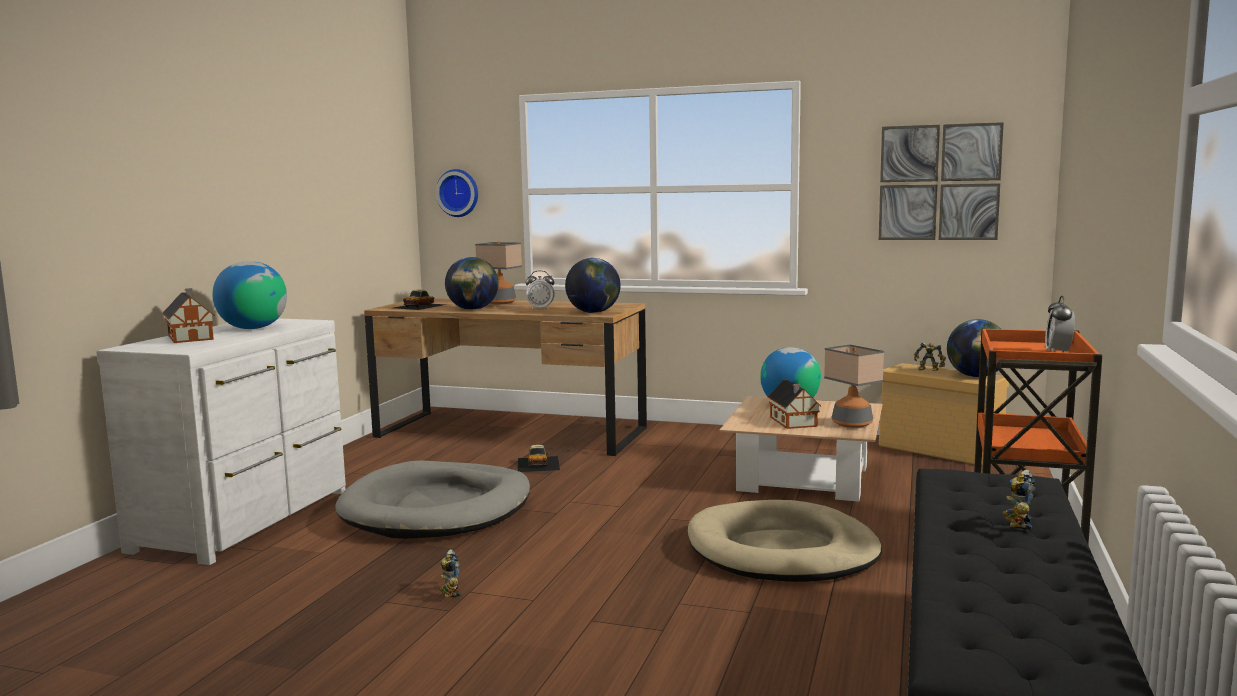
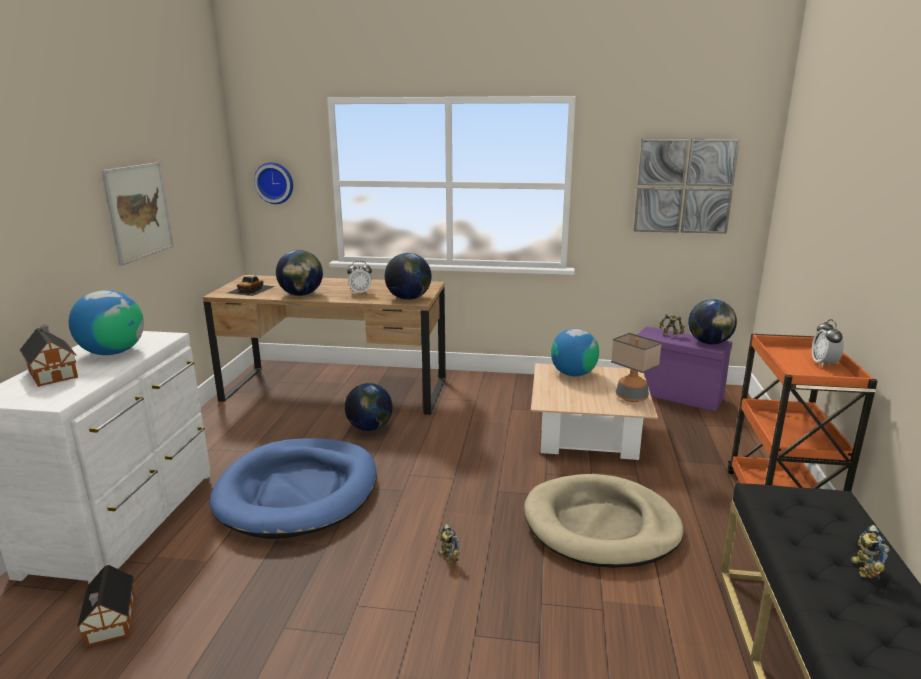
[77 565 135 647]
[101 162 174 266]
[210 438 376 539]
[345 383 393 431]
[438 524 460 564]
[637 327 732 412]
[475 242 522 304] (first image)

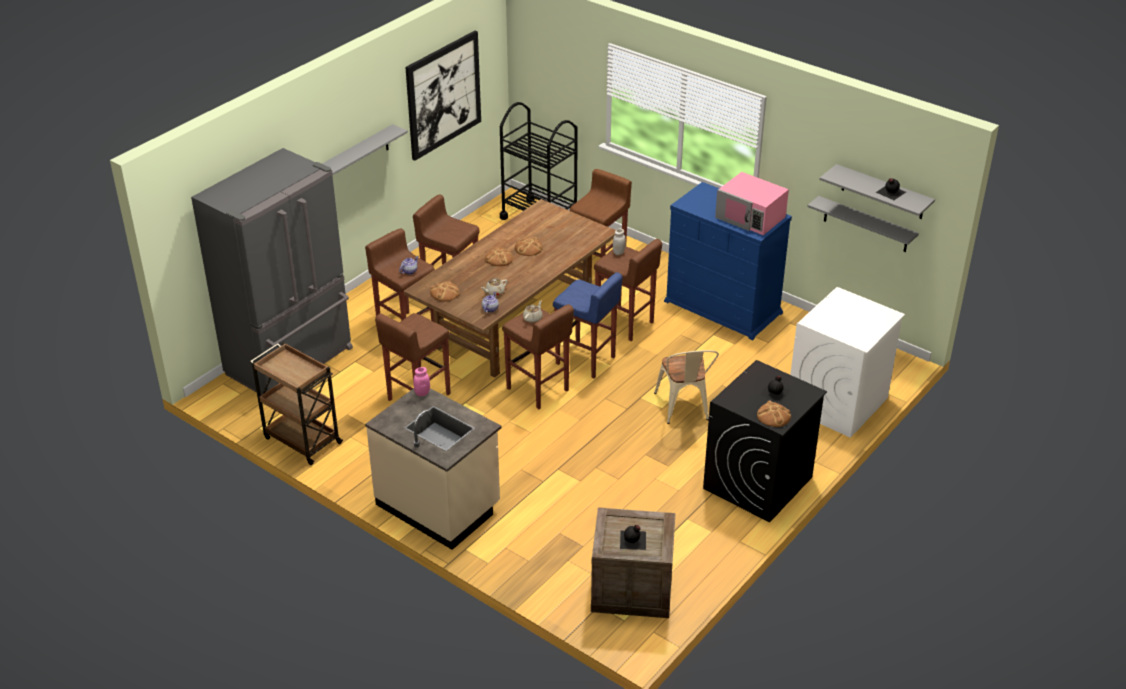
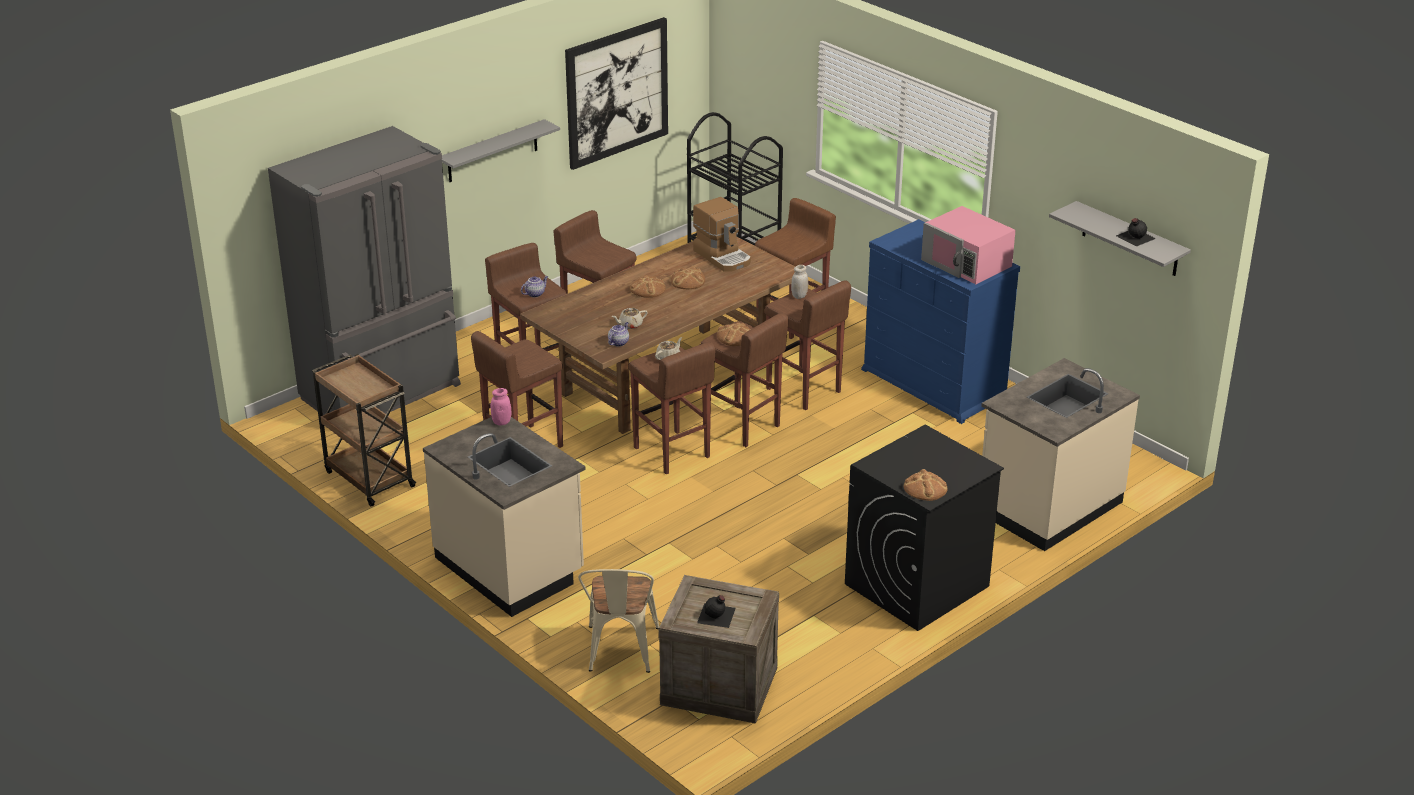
[578 569 659 673]
[693 197 751 272]
[700 313 788 447]
[717 322 751 346]
[981 358 1140 551]
[760 376 791 403] (first image)
[807 196 919 252] (first image)

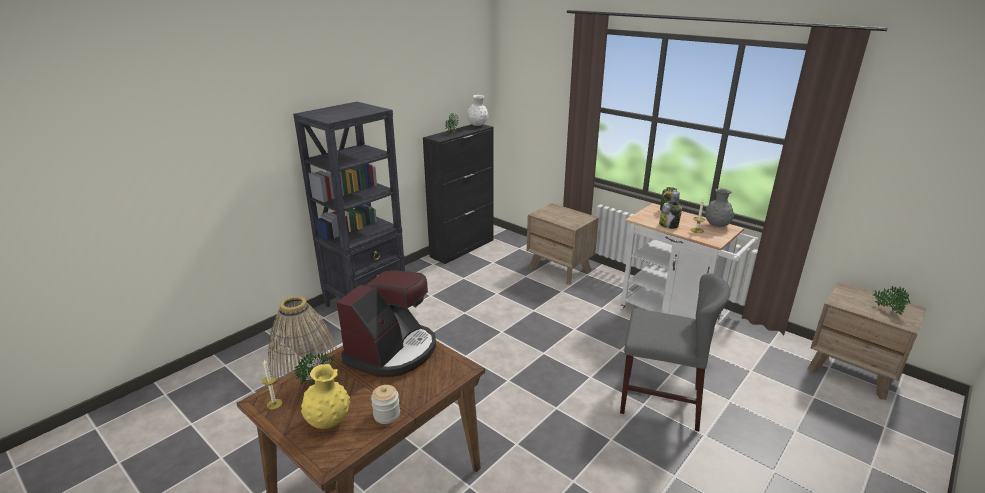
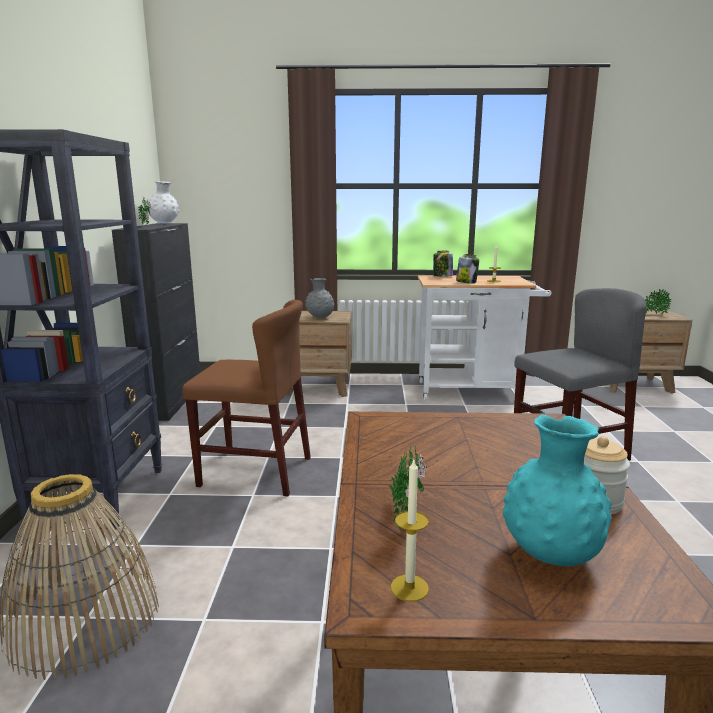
[182 300 311 497]
[305 278 334 318]
[503 415 612 566]
[336 270 436 377] (first image)

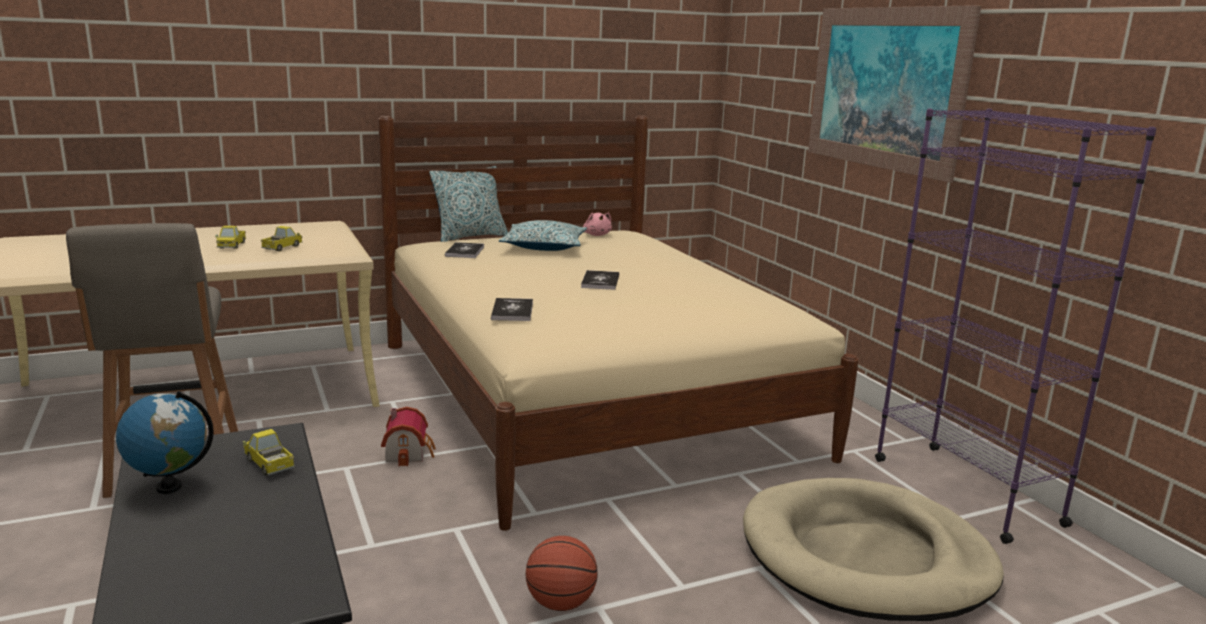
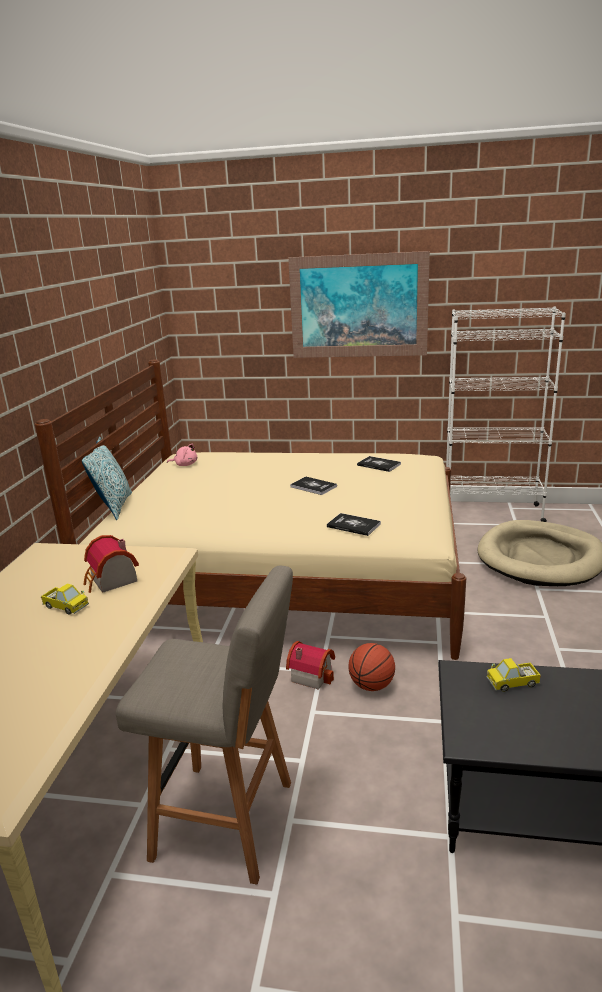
[84 535 139 593]
[348 643 395 691]
[357 456 401 472]
[446 307 566 522]
[116 391 214 494] (first image)
[499 220 587 251] (first image)

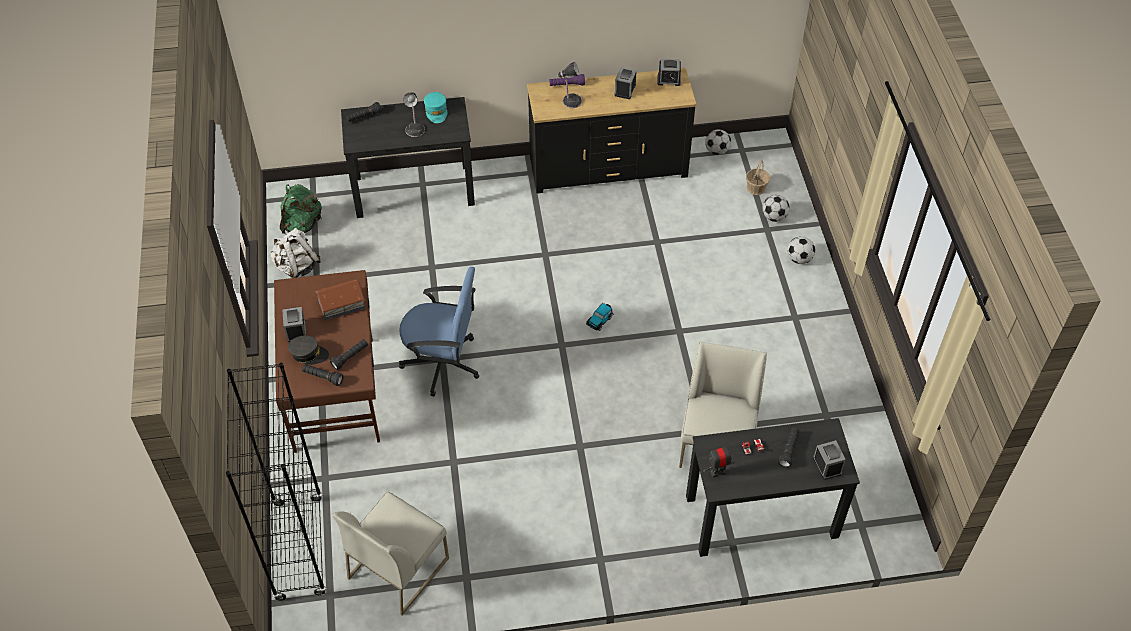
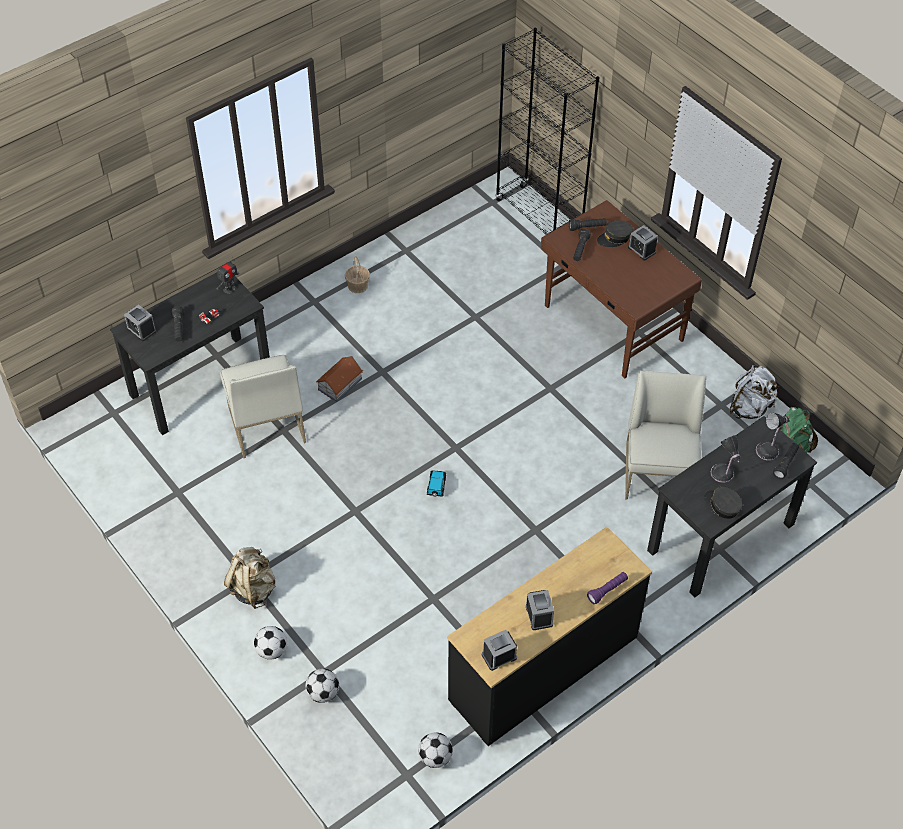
[224 547 275 609]
[316 356 363 402]
[345 256 370 293]
[625 371 706 500]
[704 487 742 519]
[756 413 789 461]
[399 267 479 397] (first image)

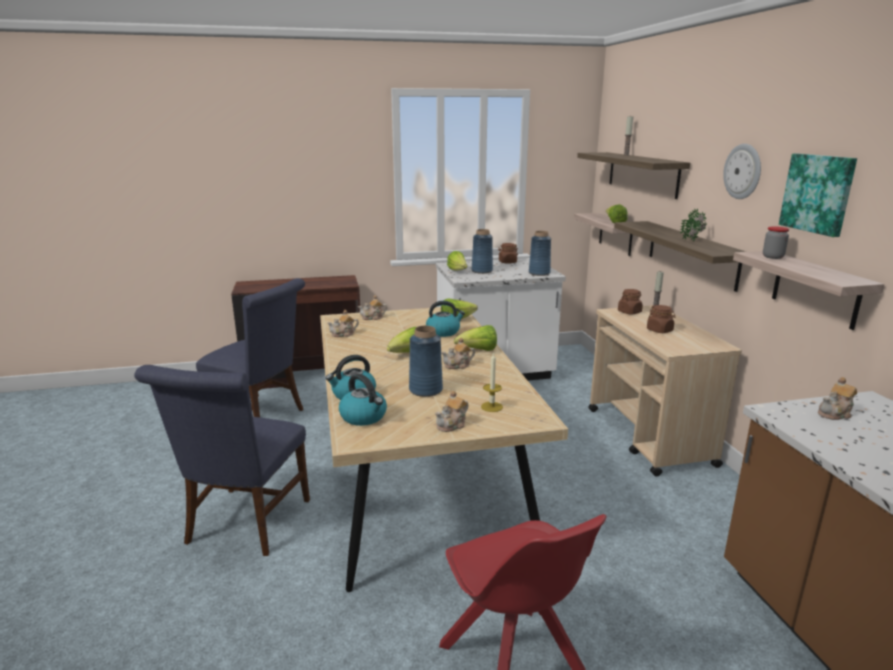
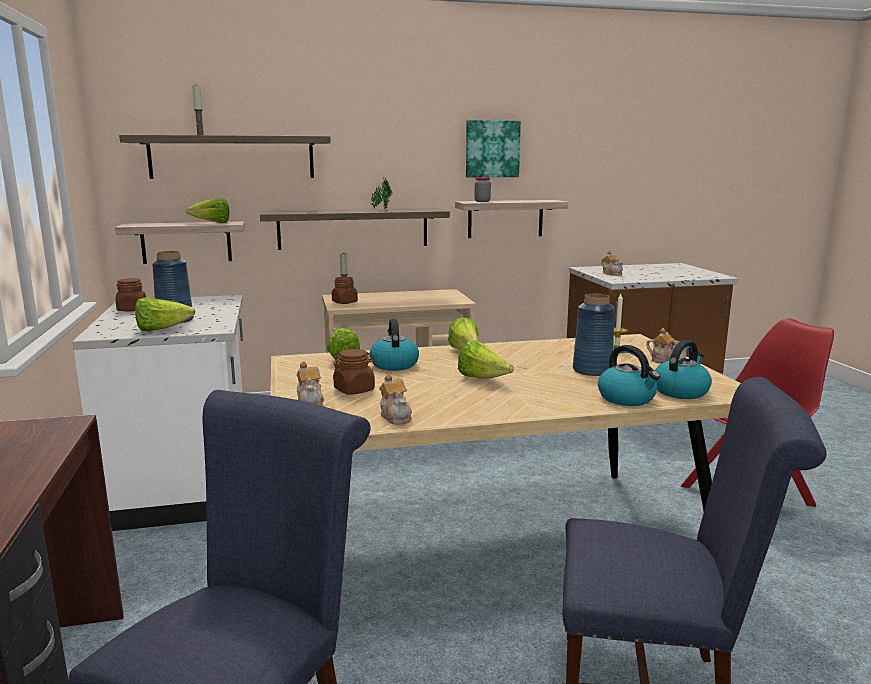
[333 349 375 395]
[441 338 475 369] (first image)
[529 231 551 276] (first image)
[723 144 761 199] (first image)

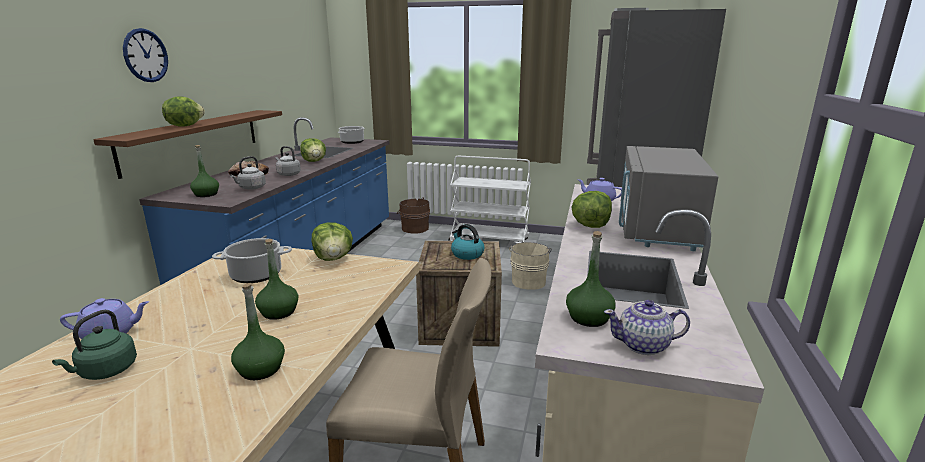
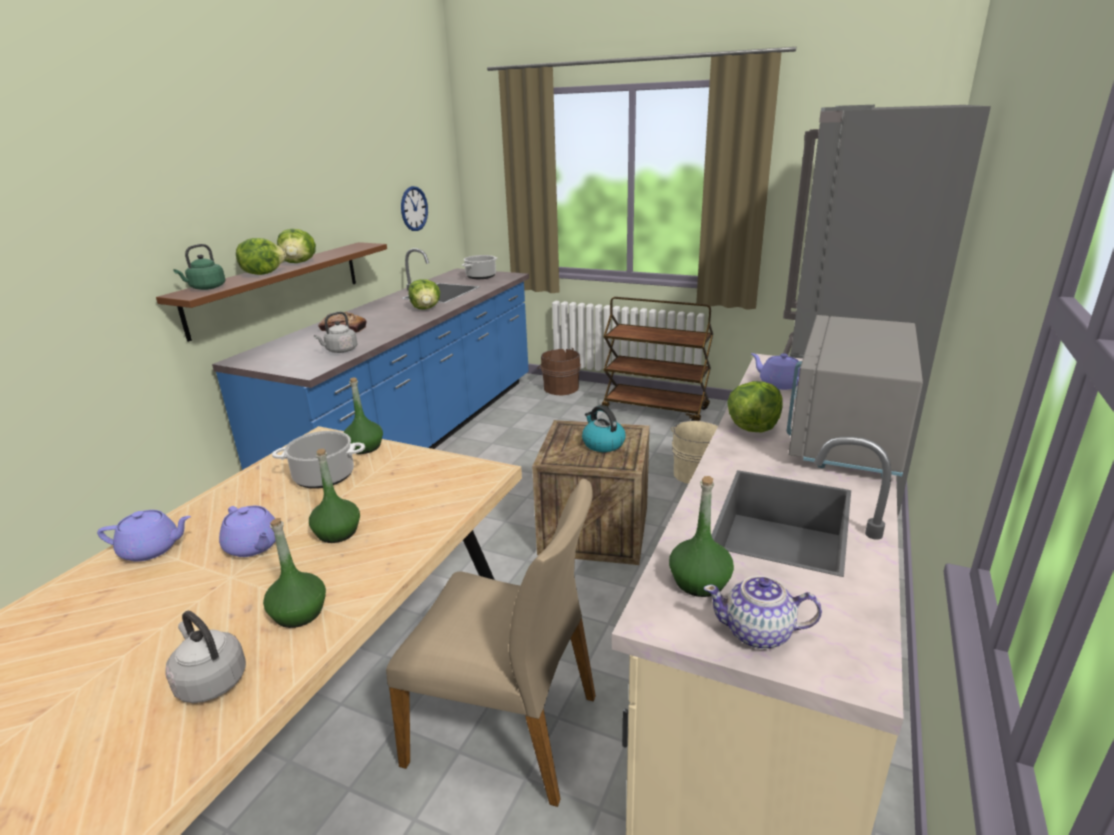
[165 611 246 703]
[174 244 226 290]
[219 506 276 557]
[277 229 316 263]
[344 377 383 454]
[401 186 428 231]
[602 297 713 421]

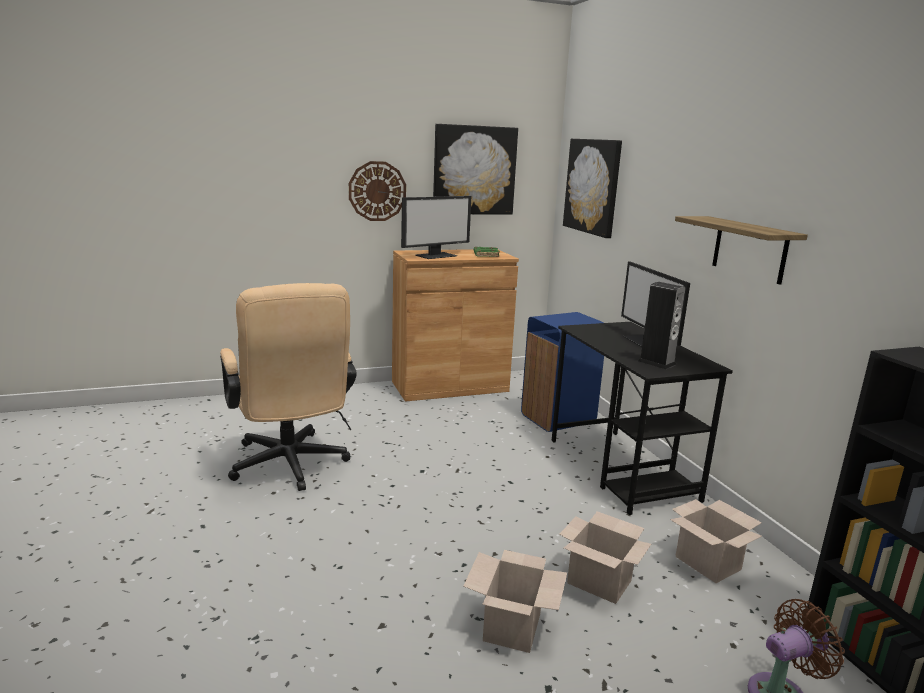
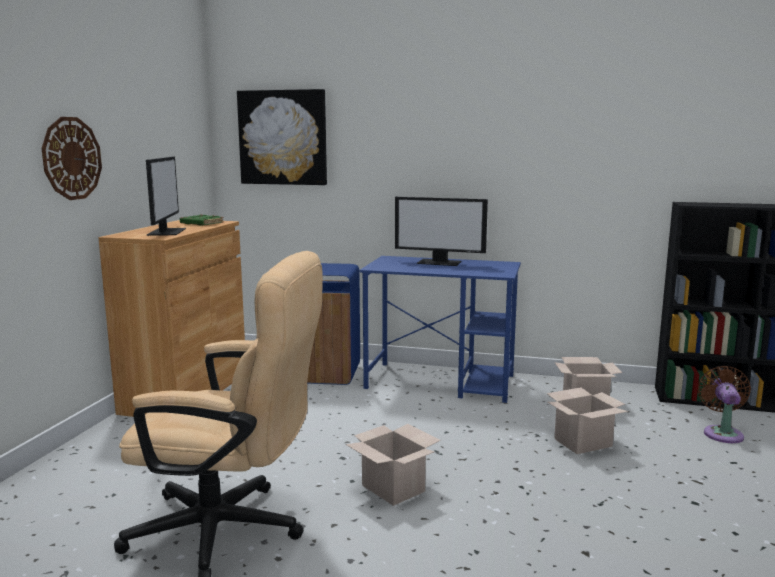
[346 424 441 506]
[359 256 521 403]
[433 124 518 215] (first image)
[638 282 685 369] (first image)
[675 216 808 285] (first image)

